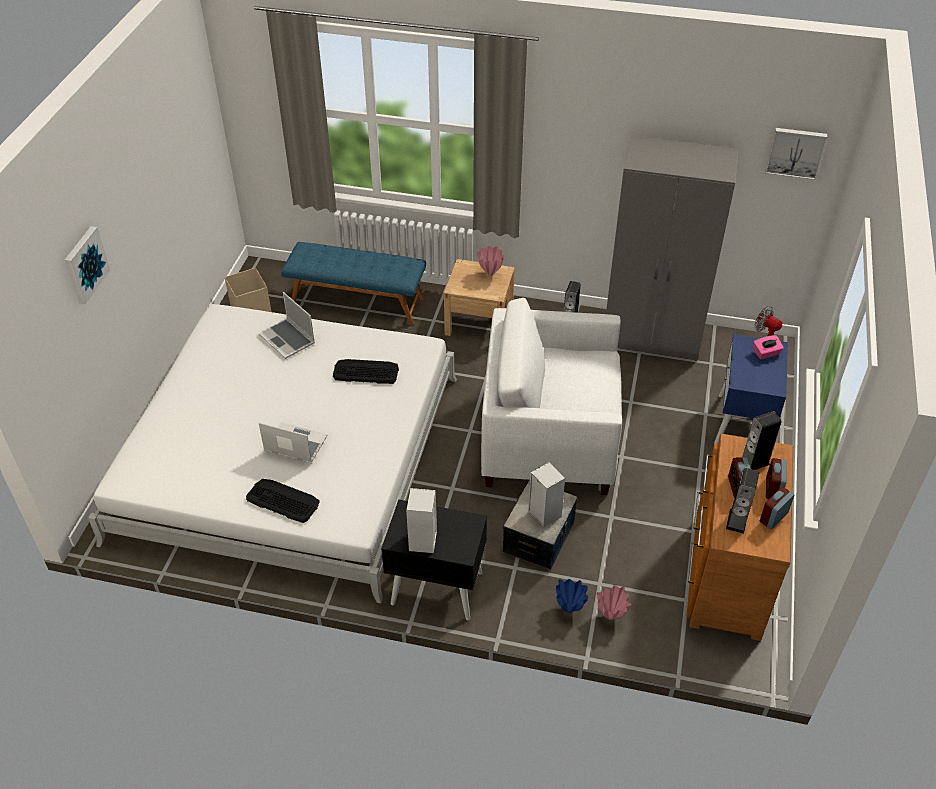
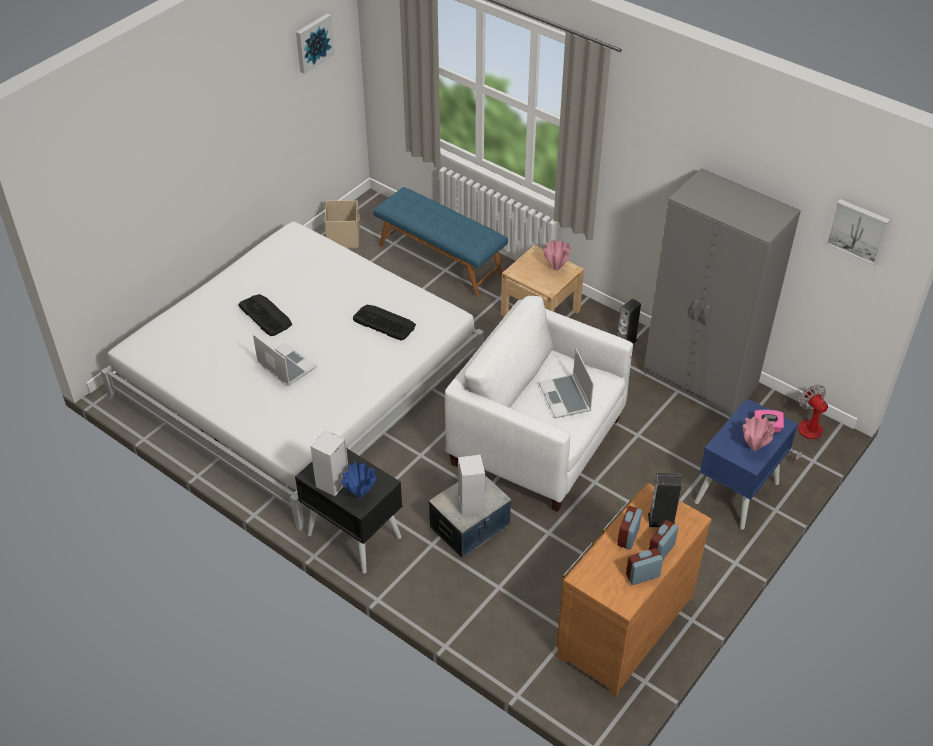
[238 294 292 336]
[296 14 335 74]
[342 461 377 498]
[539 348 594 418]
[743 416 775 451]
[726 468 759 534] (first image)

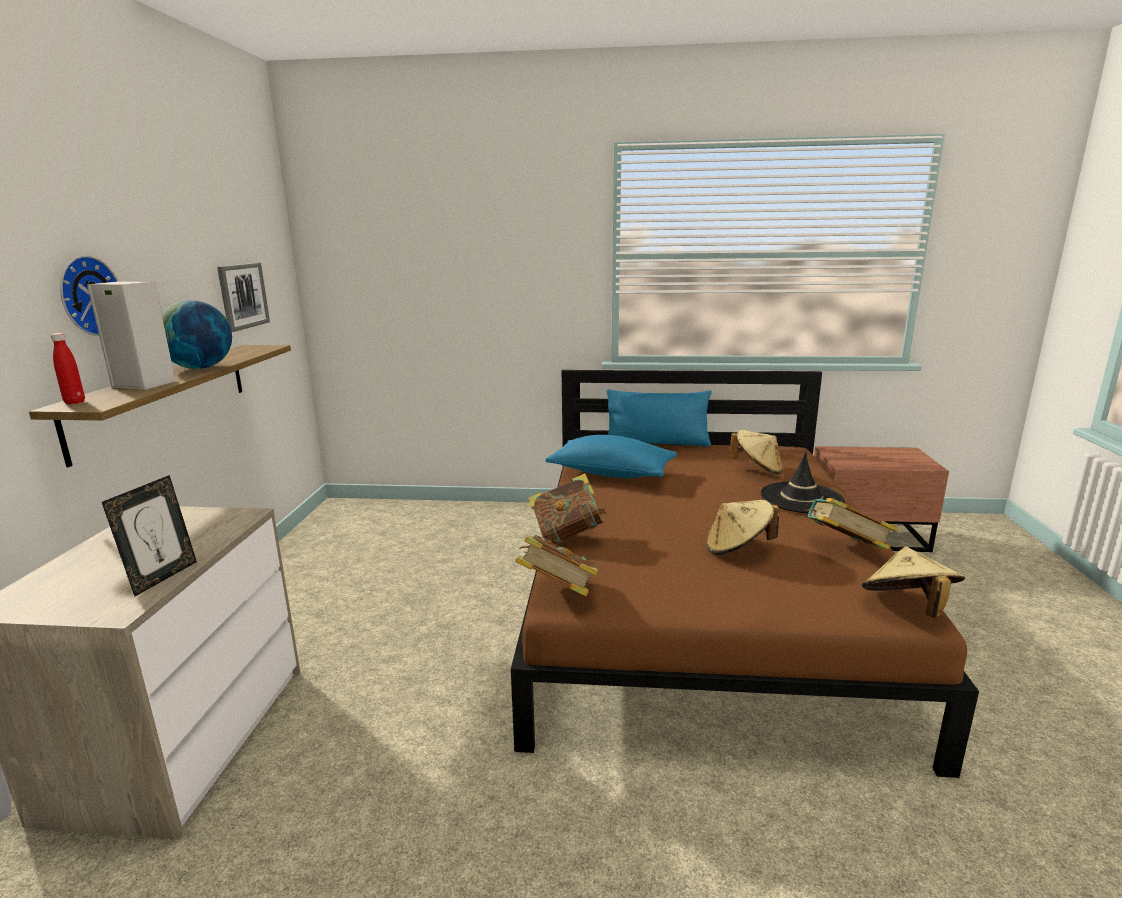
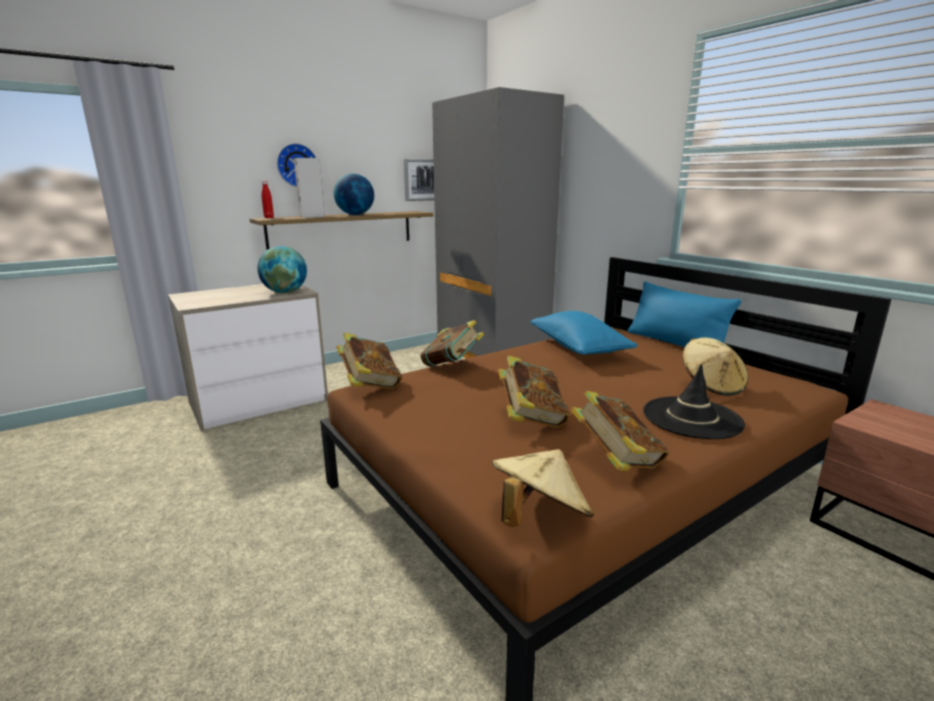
[257 246 307 293]
[432 87 564 359]
[498 355 569 428]
[102 475 197 597] (first image)

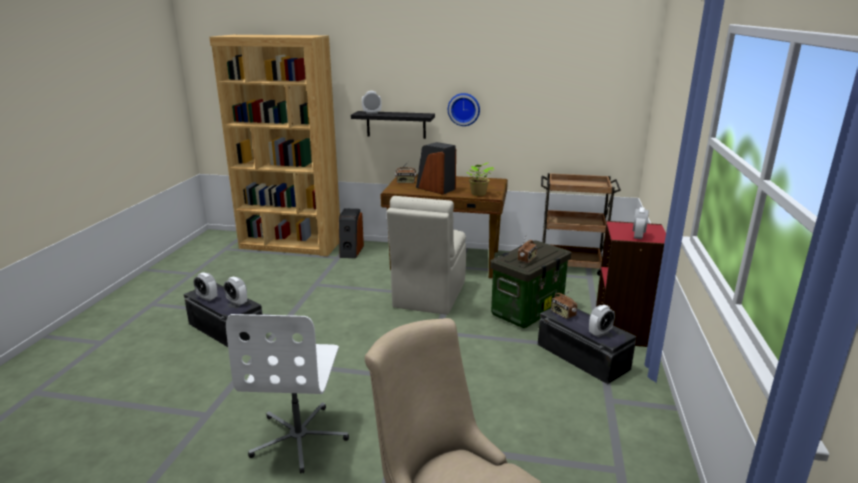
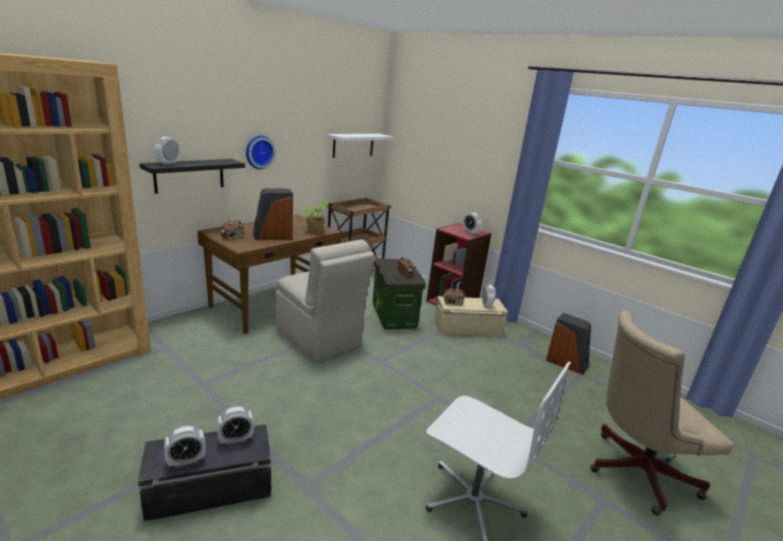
[327 134 393 158]
[434 296 508 336]
[546 313 591 375]

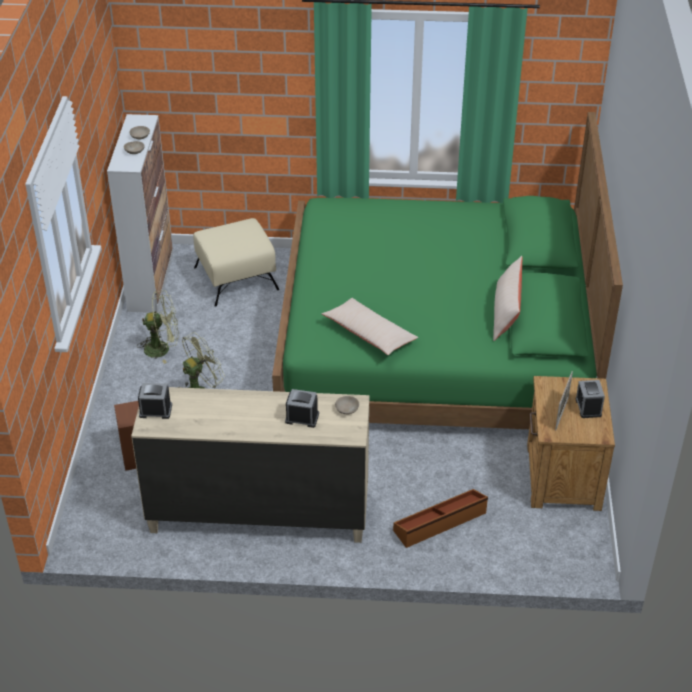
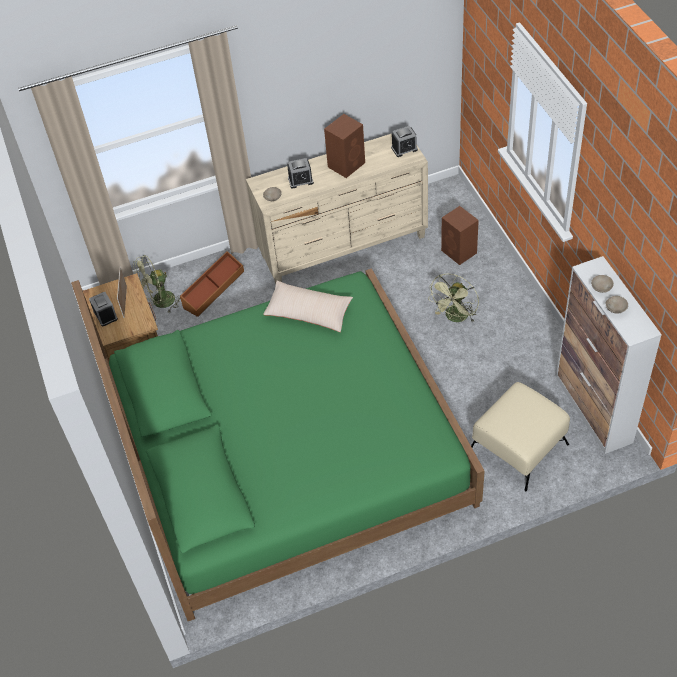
[133 255 181 313]
[324 114 365 178]
[493 256 523 341] (first image)

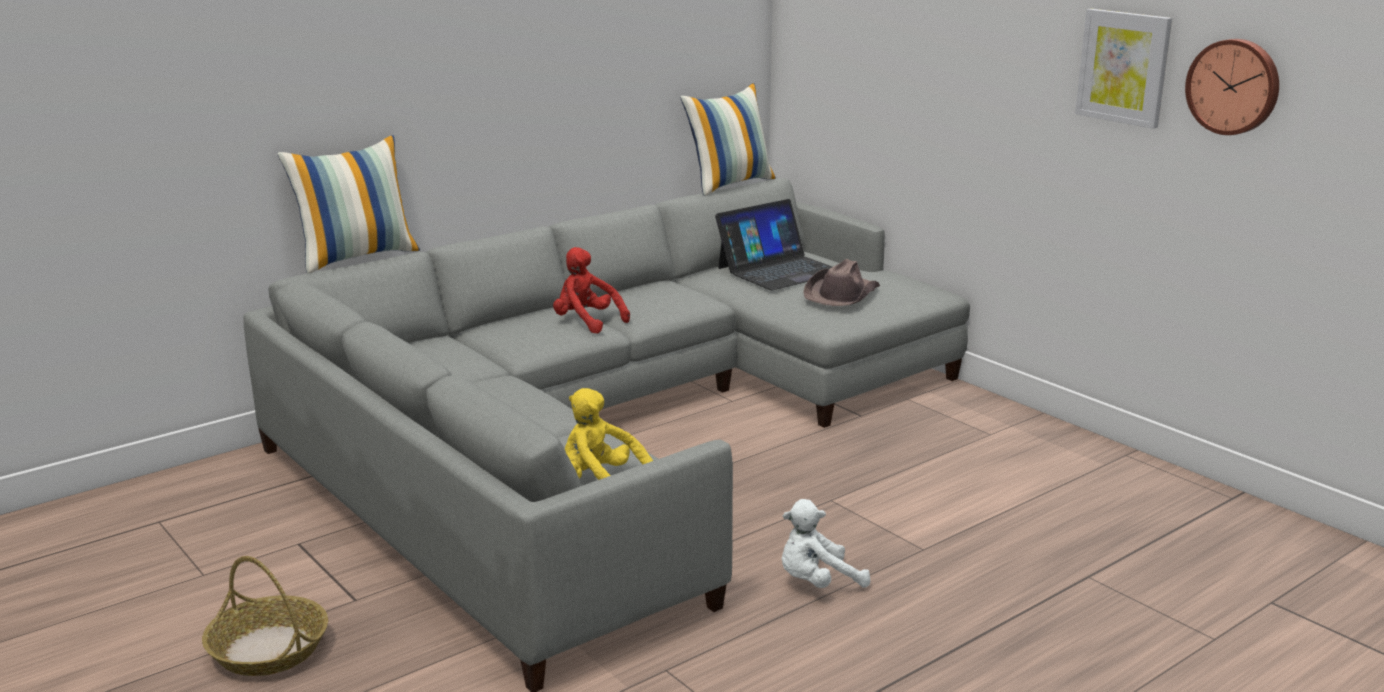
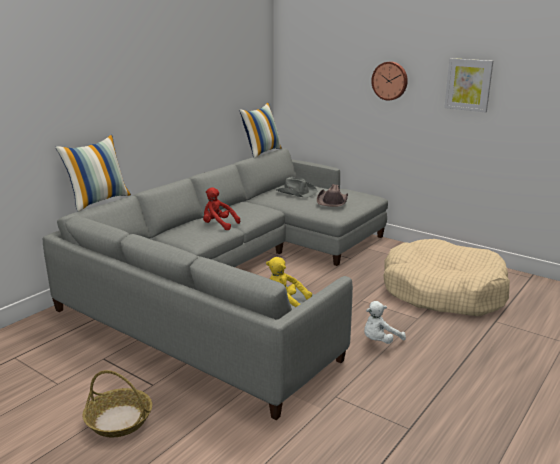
[276 177 317 198]
[371 62 408 101]
[383 239 510 316]

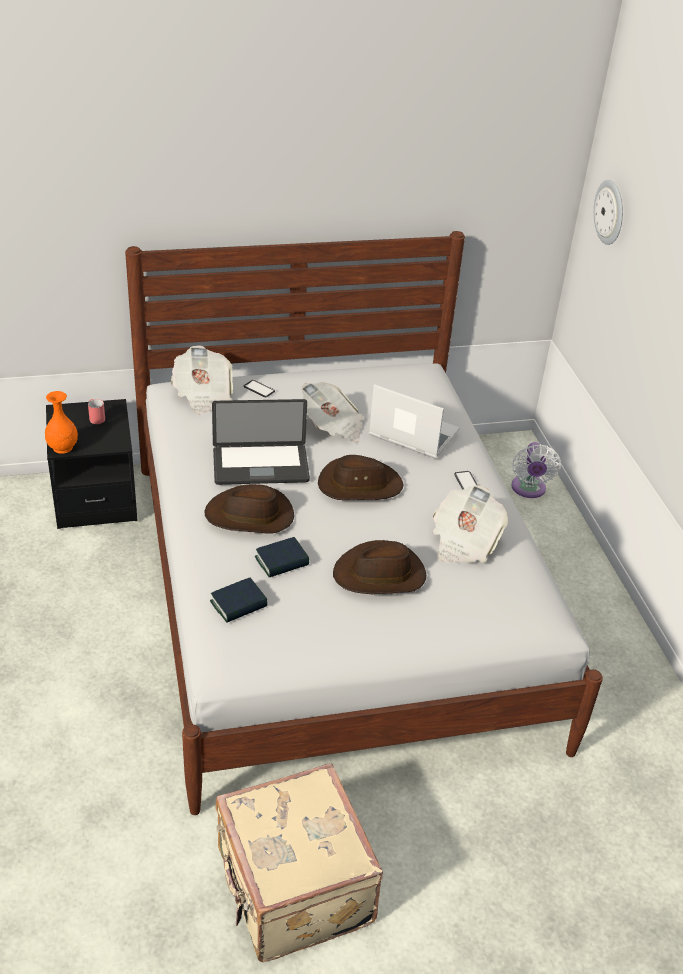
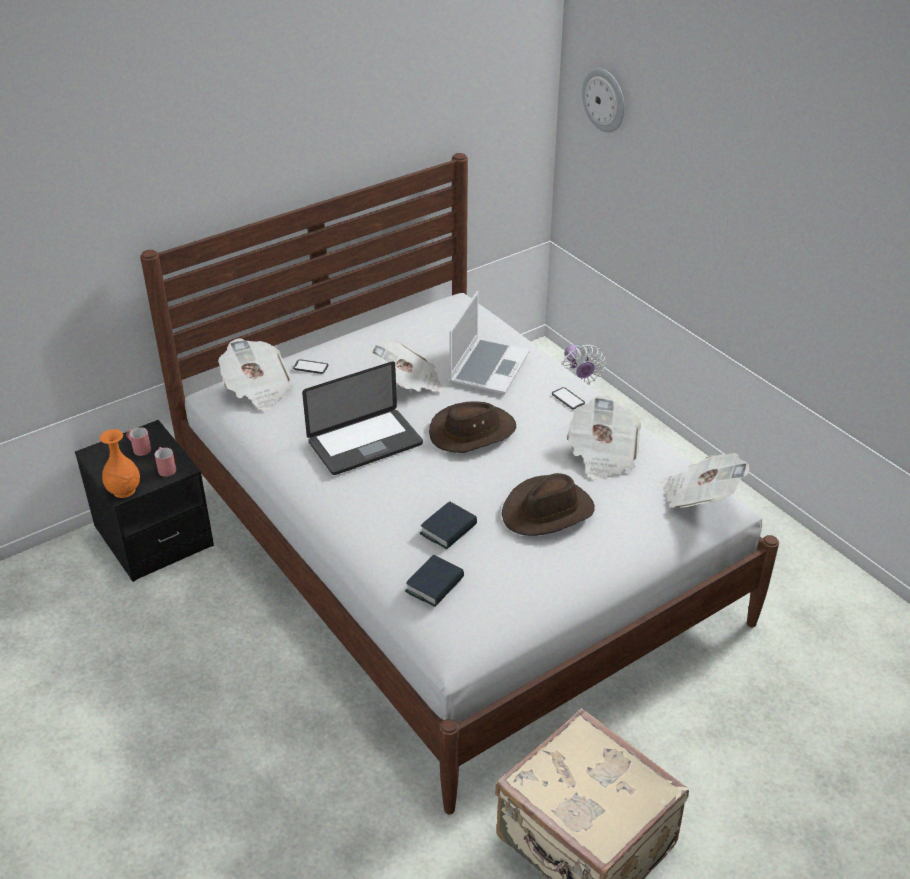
[155 447 176 477]
[449 291 530 395]
[661 453 750 508]
[204 484 294 534] (first image)

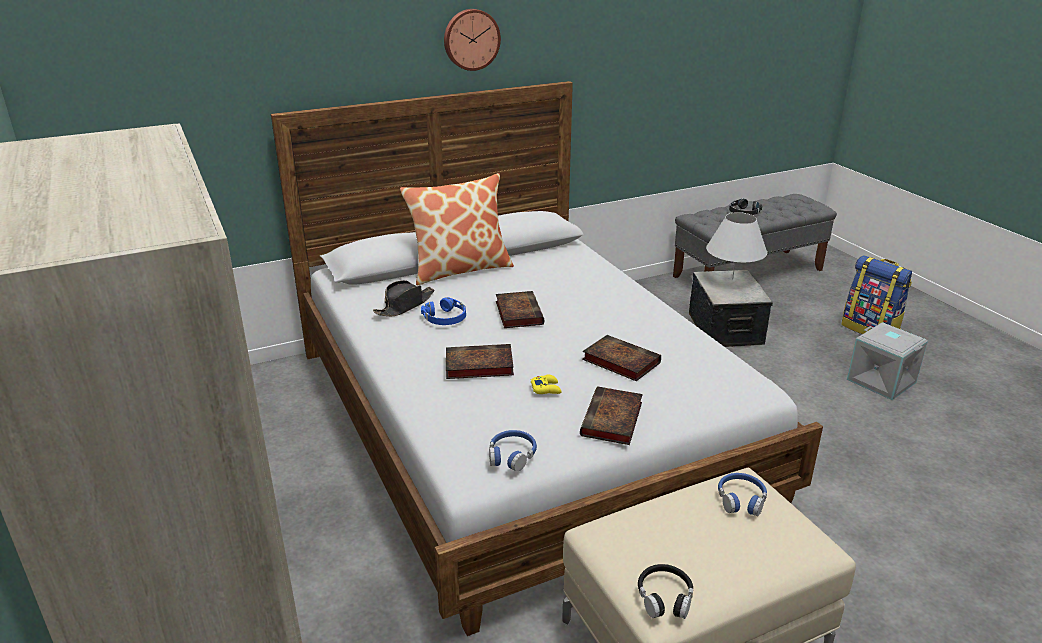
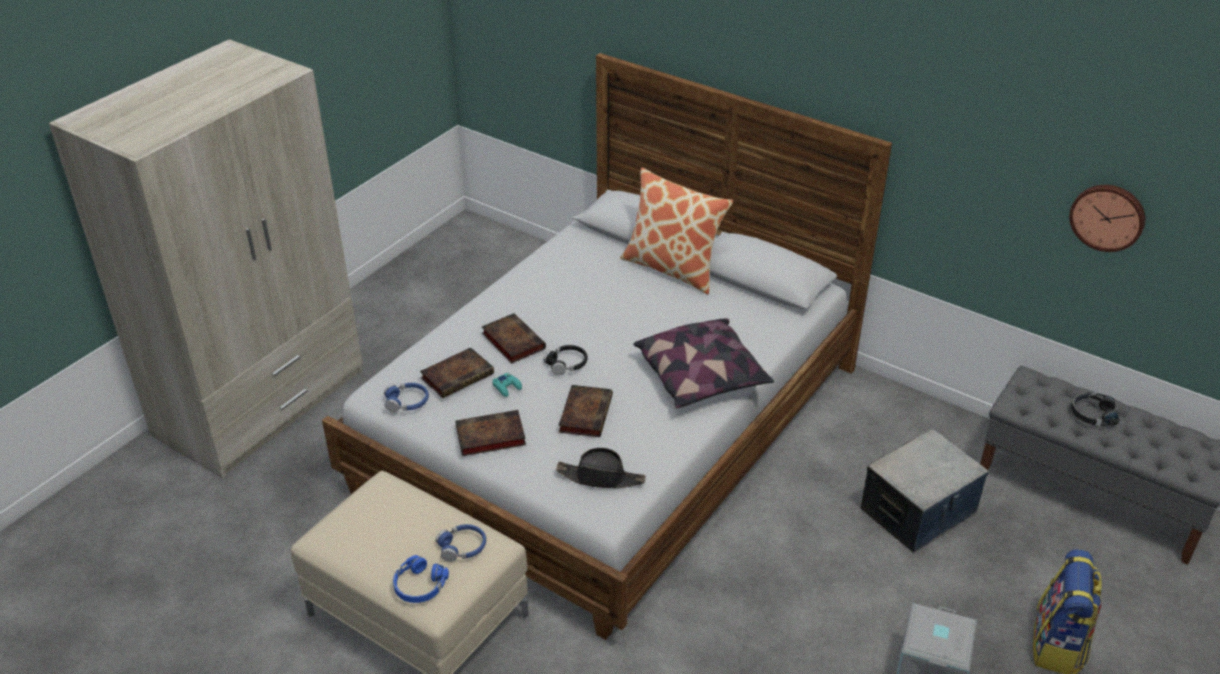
[393 555 449 603]
[420 348 494 398]
[492 373 522 397]
[544 345 588 375]
[556 448 645 488]
[633 318 774 408]
[1069 185 1145 252]
[706 212 767 280] (first image)

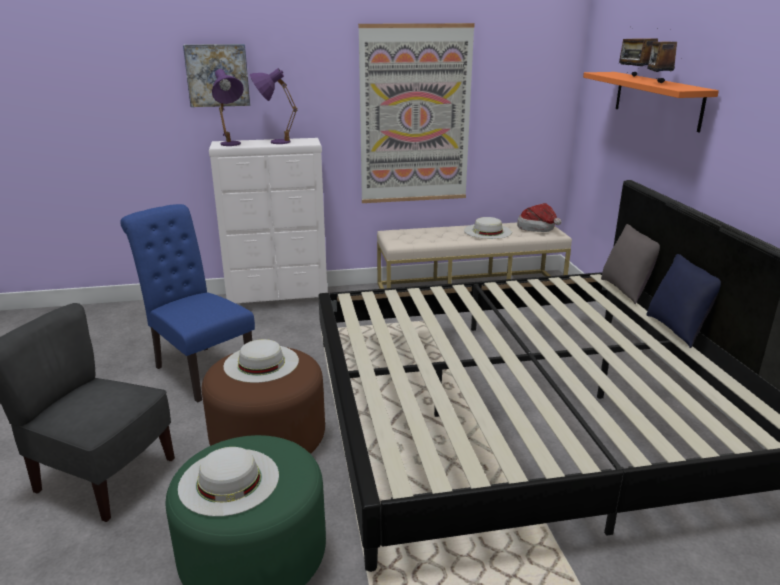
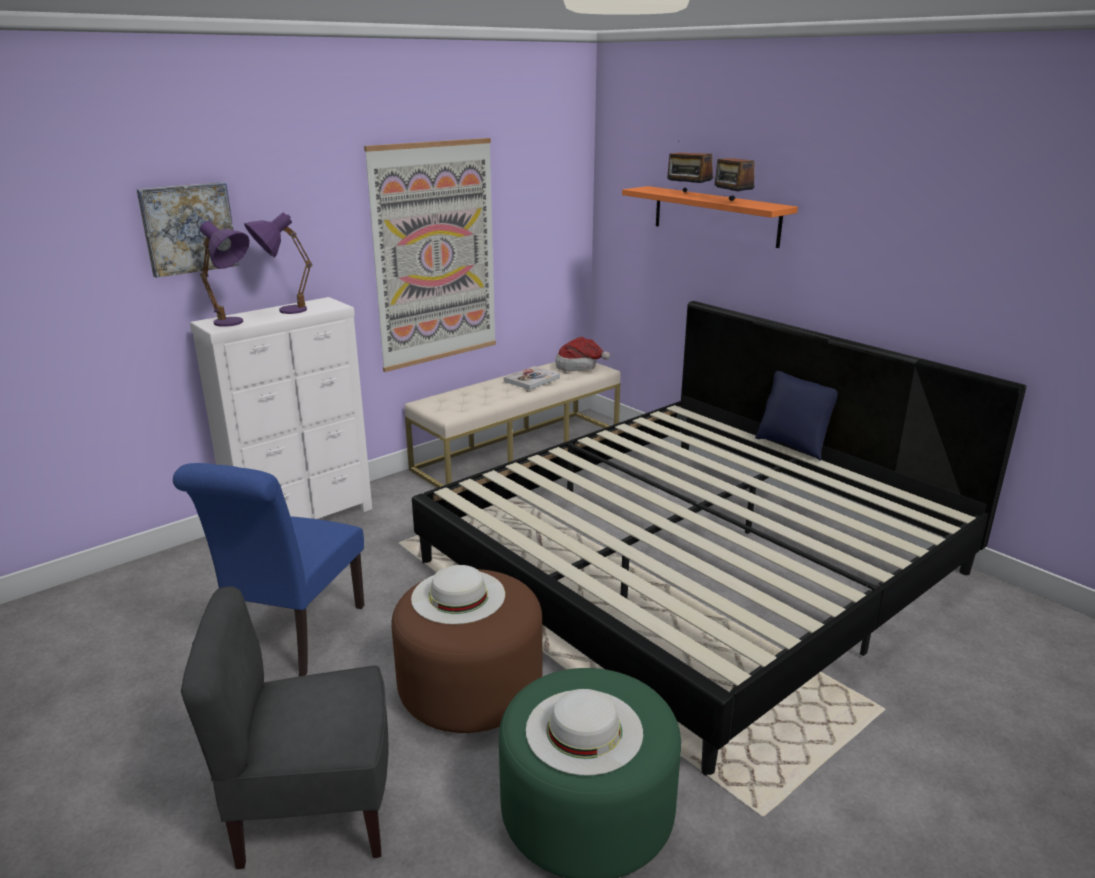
[173 463 364 676]
[504 366 560 390]
[601 224 660 304] (first image)

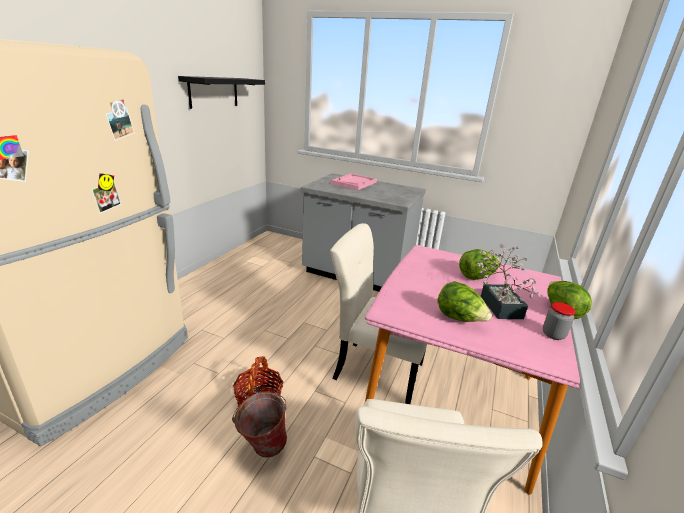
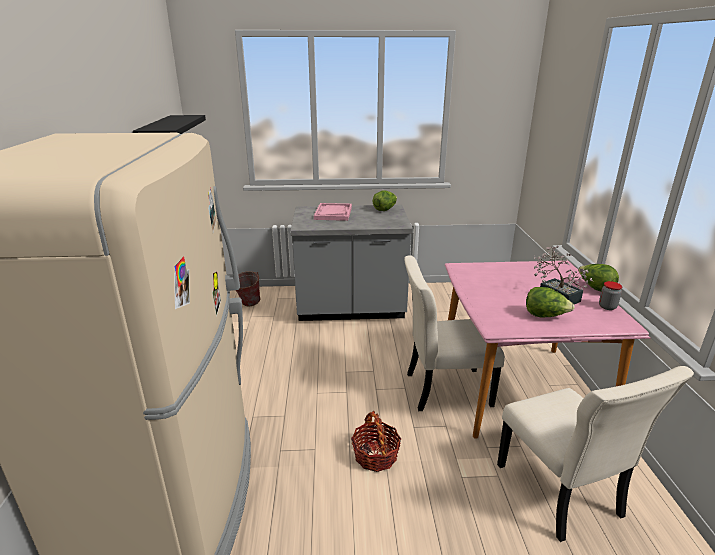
[236 271 261 306]
[373 191 397 211]

